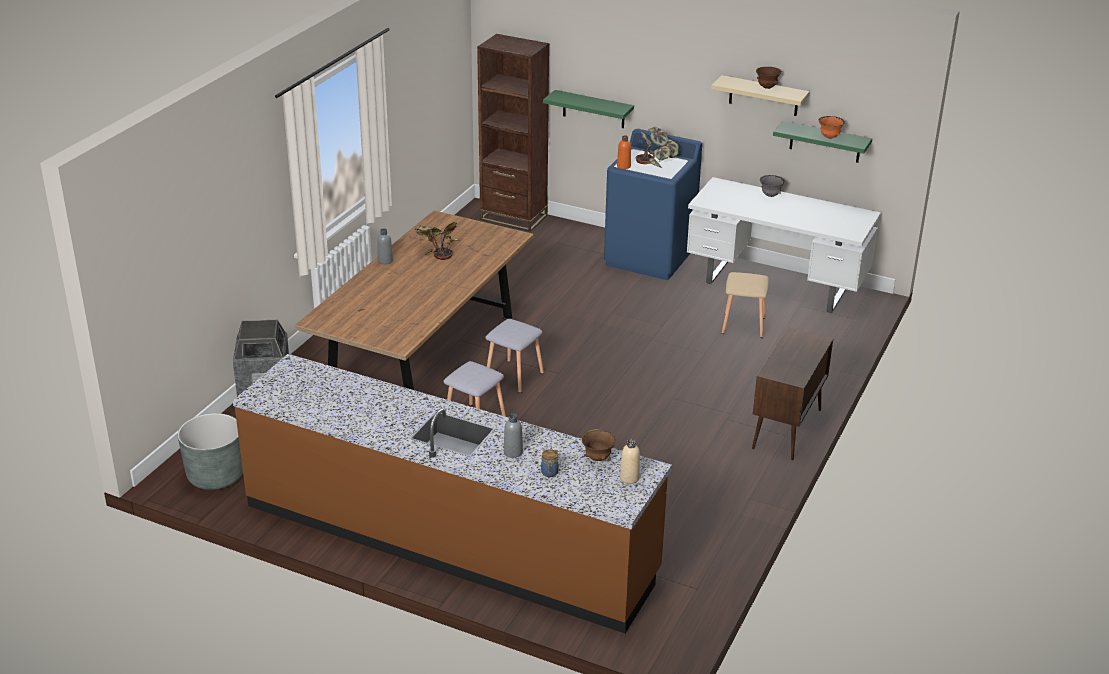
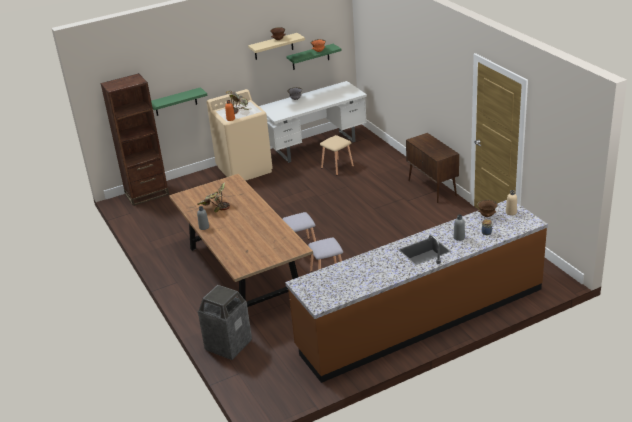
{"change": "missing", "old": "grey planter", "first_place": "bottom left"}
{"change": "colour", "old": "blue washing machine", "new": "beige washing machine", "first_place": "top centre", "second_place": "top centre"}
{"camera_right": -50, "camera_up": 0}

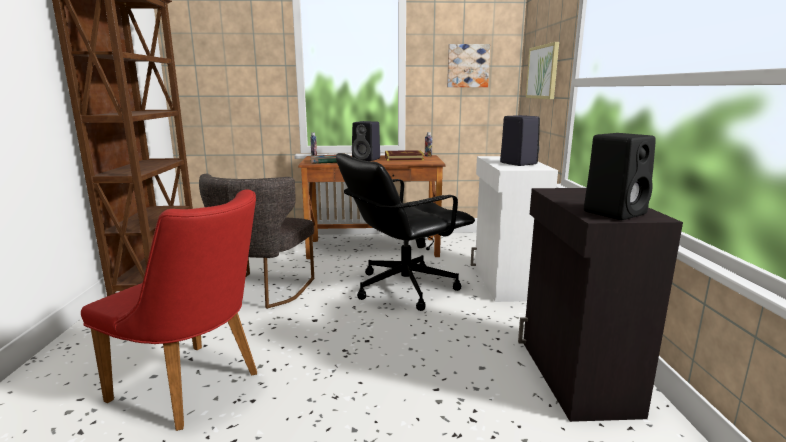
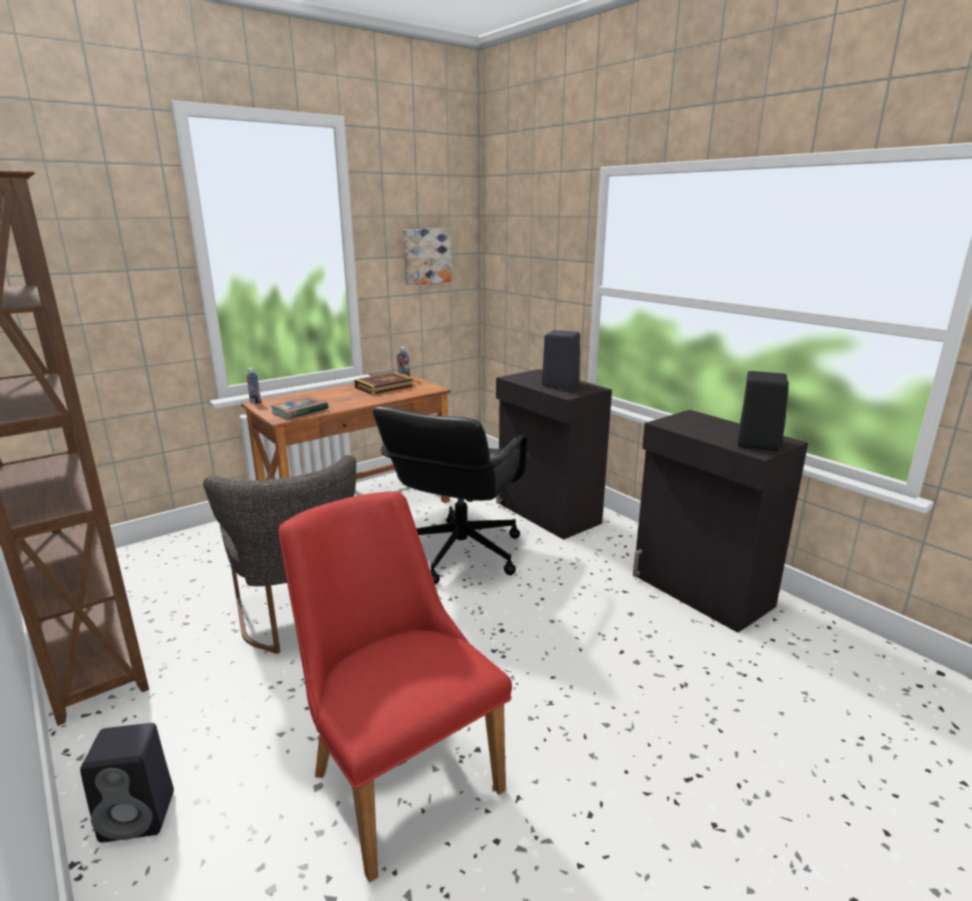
{"change": "missing", "old": "picture (no. 2 from left)", "first_place": "top right"}
{"change": "relocated", "old": "black speaker (no. 1 from left)", "first_place": "top centre", "second_place": "bottom left"}
{"change": "colour", "old": "white cabinet", "new": "black cabinet (no. 1 from left)", "first_place": "centre", "second_place": "centre"}
{"change": "spun", "old": "red chair", "first_place": "bottom left", "second_place": "bottom centre", "degrees": -120}
{"camera_right": -35, "camera_up": 5}

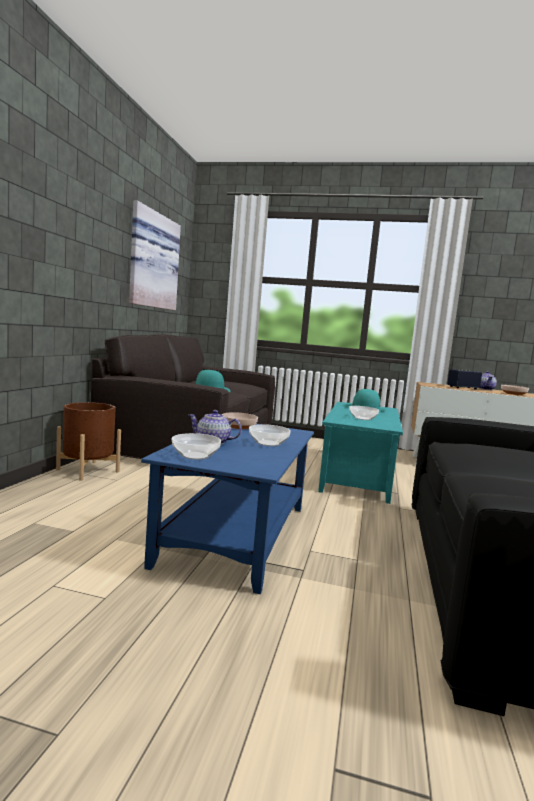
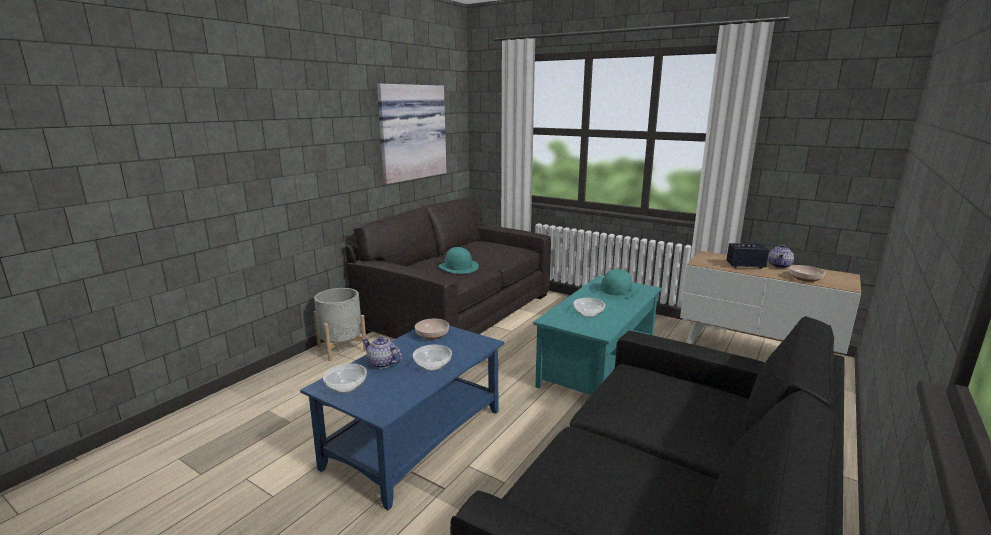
{"change": "colour", "old": "brown planter", "new": "grey planter", "first_place": "middle left", "second_place": "centre"}
{"camera_right": 20, "camera_up": 10}

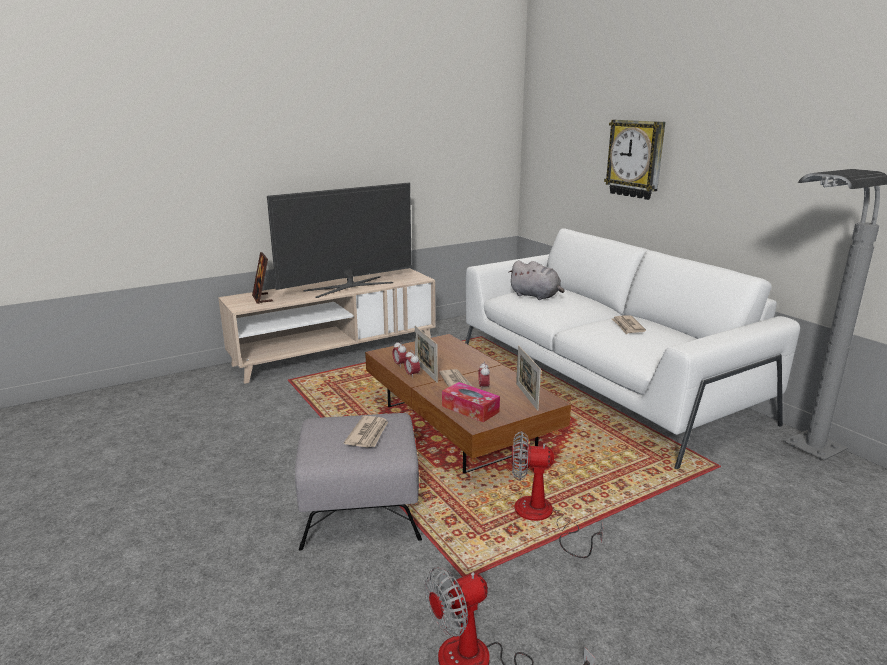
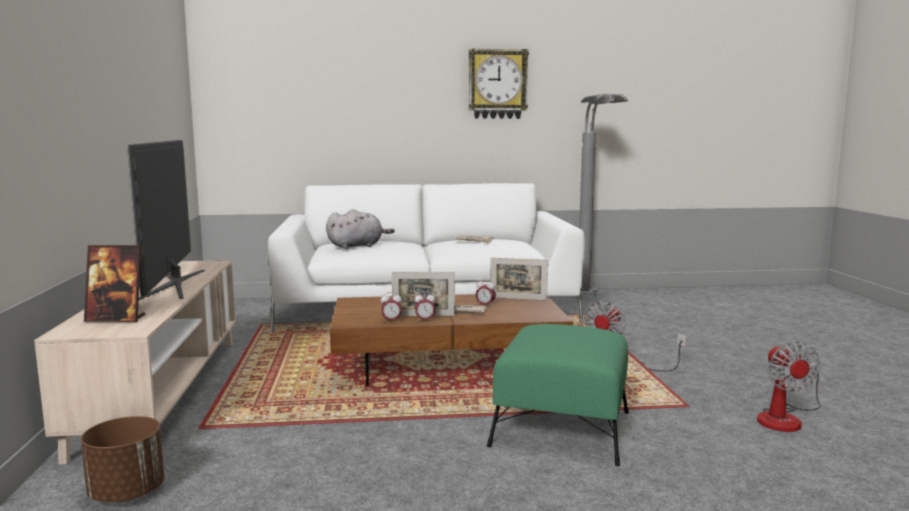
{"change": "missing", "old": "newspaper (no. 1 from left)", "first_place": "centre"}
{"change": "missing", "old": "tissue box", "first_place": "centre"}
{"change": "appeared", "new": "brown planter", "second_place": "bottom left"}
{"change": "relocated", "old": "wall clock", "first_place": "top right", "second_place": "top centre"}
{"change": "colour", "old": "grey ottoman", "new": "green ottoman", "first_place": "bottom centre", "second_place": "bottom centre"}
{"camera_right": -65, "camera_up": -10}

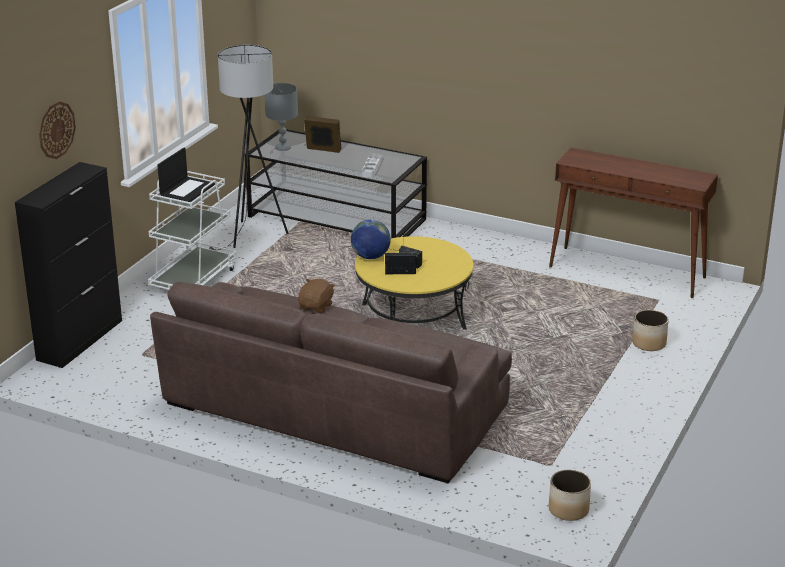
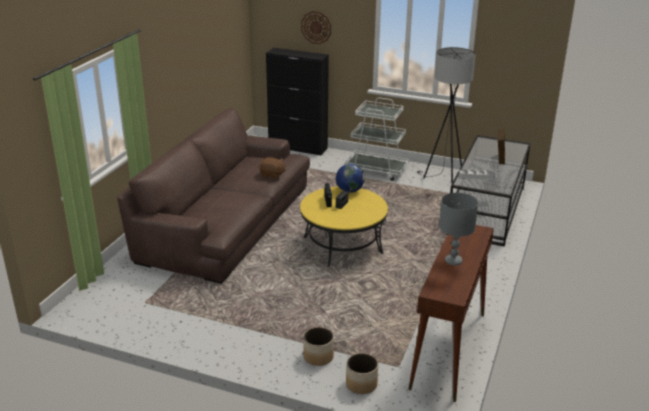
{"change": "missing", "old": "laptop", "first_place": "top left"}
{"change": "relocated", "old": "grey table lamp", "first_place": "top centre", "second_place": "middle right"}
{"change": "relocated", "old": "planter (no. 1 from left in the first image)", "new": "planter (no. 2 from left)", "first_place": "bottom right", "second_place": "bottom centre"}
{"camera_right": 85, "camera_up": 0}

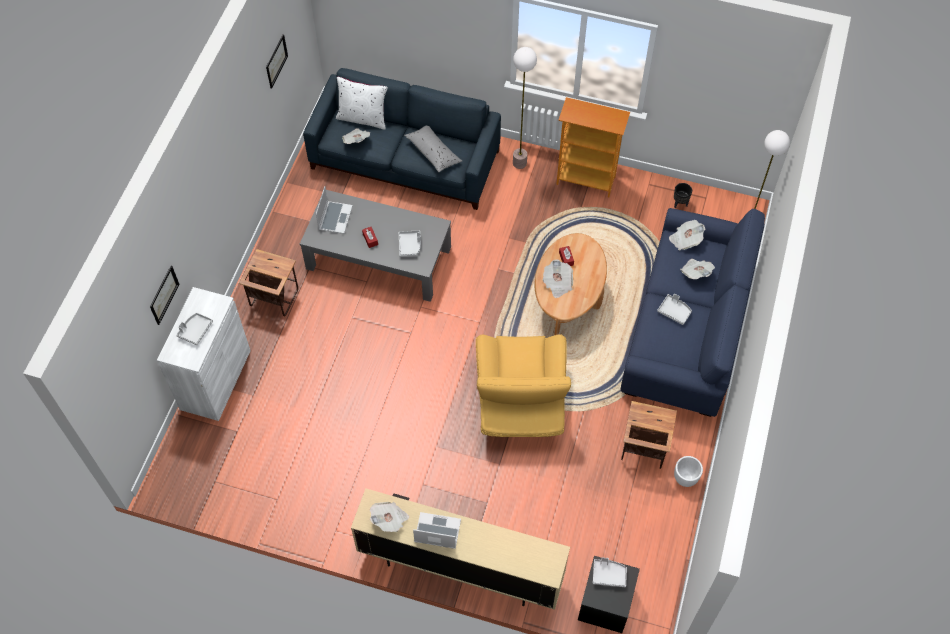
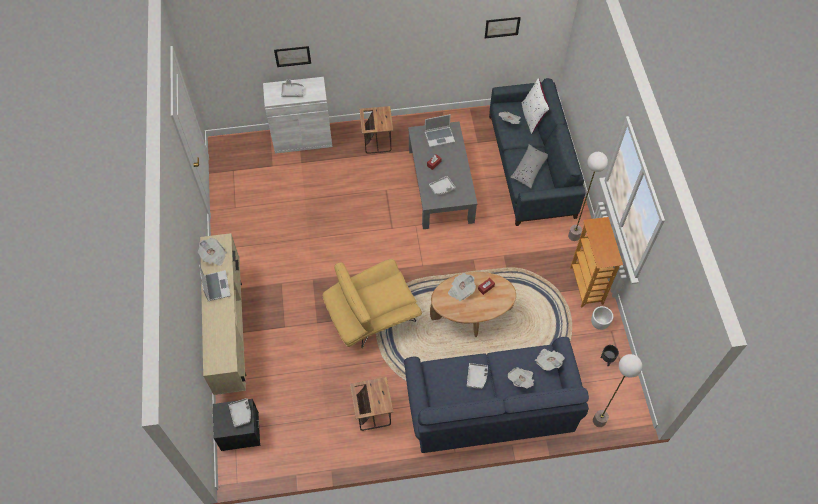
{"change": "relocated", "old": "white planter", "first_place": "bottom right", "second_place": "middle right"}
{"camera_right": 65, "camera_up": 0}

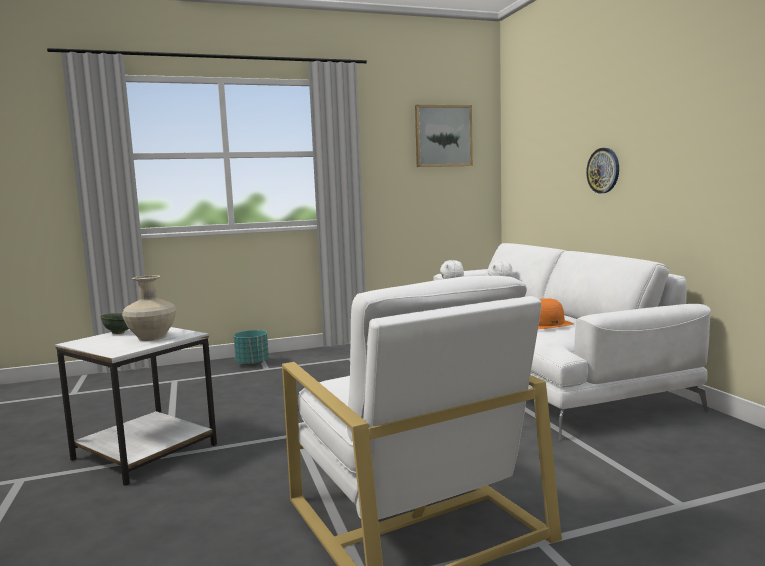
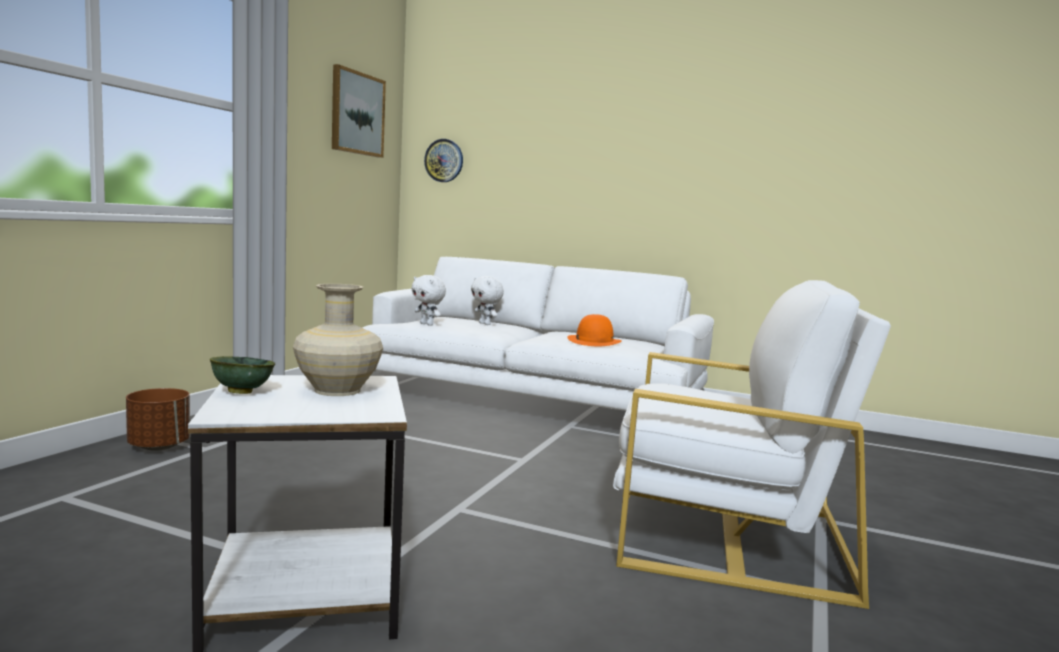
{"change": "relocated", "old": "wall clock", "first_place": "top right", "second_place": "top centre"}
{"change": "colour", "old": "turquoise planter", "new": "brown planter", "first_place": "middle left", "second_place": "middle left"}
{"camera_right": -50, "camera_up": 0}

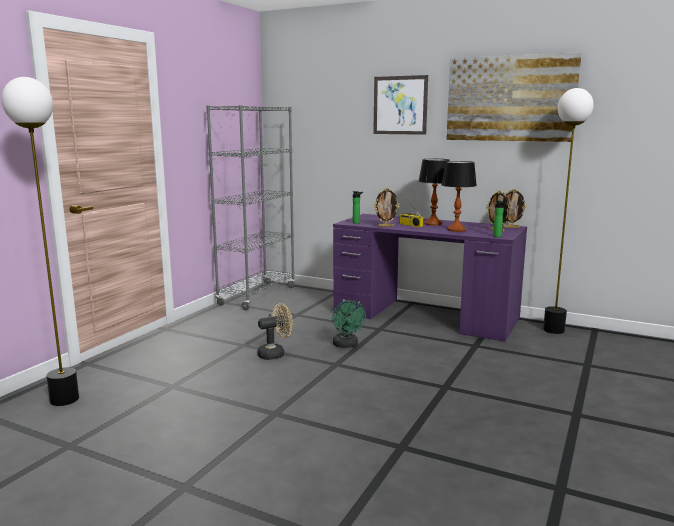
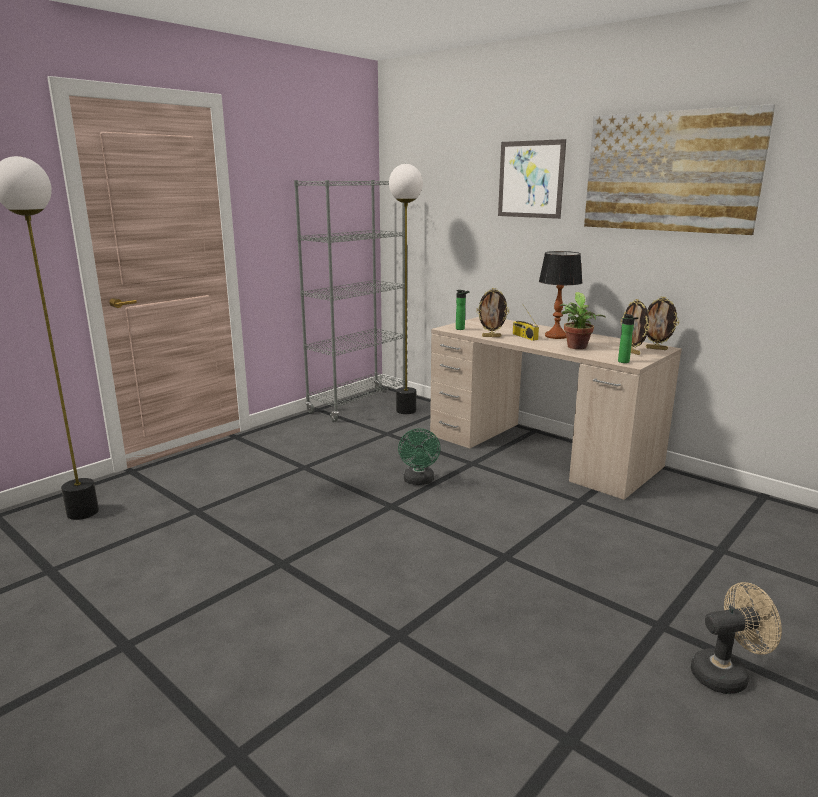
{"change": "relocated", "old": "beige fan", "first_place": "centre", "second_place": "bottom right"}
{"change": "relocated", "old": "floor lamp (no. 2 from left)", "first_place": "middle right", "second_place": "centre"}
{"change": "exchanged", "old": "table lamp (no. 2 from left)", "new": "potted plant", "first_place": "middle right", "second_place": "middle right"}
{"change": "colour", "old": "purple desk", "new": "beige desk", "first_place": "centre", "second_place": "middle right"}
{"camera_right": 15, "camera_up": 5}

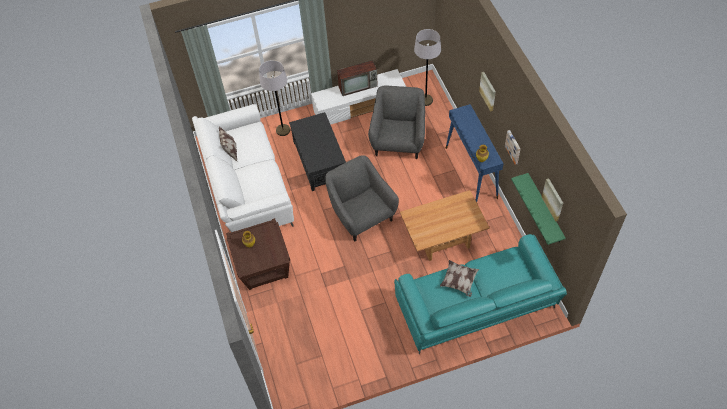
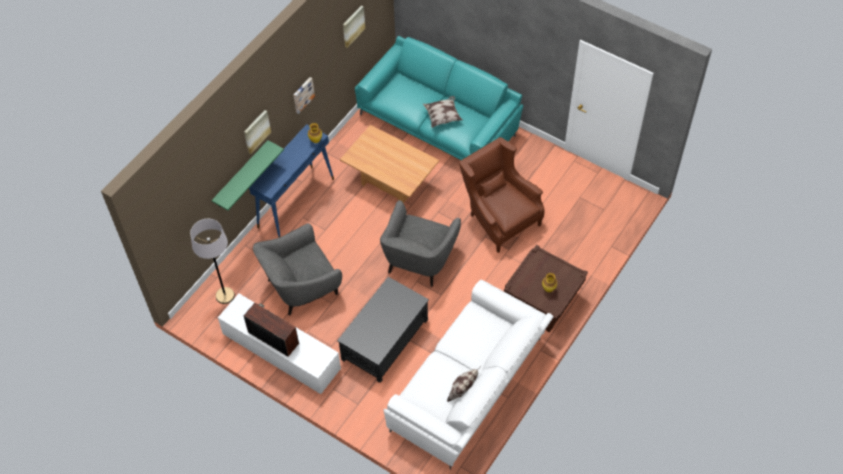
{"change": "missing", "old": "grey floor lamp (no. 1 from left)", "first_place": "top centre"}
{"change": "appeared", "new": "brown armchair", "second_place": "centre"}
{"change": "relocated", "old": "green shelf", "first_place": "middle right", "second_place": "middle left"}
{"camera_right": -130, "camera_up": 0}

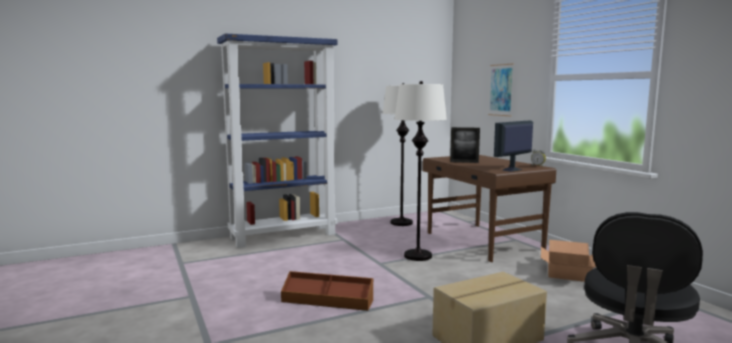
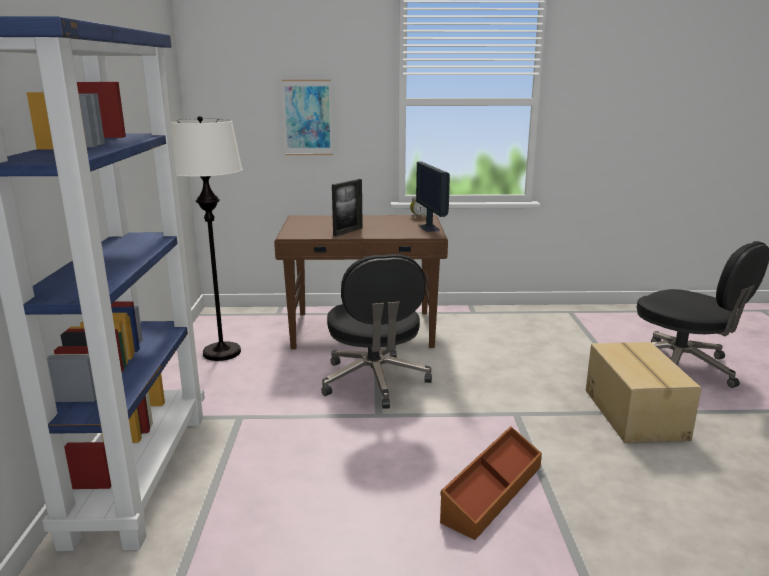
{"change": "missing", "old": "cardboard box (no. 2 from left)", "first_place": "bottom right"}
{"change": "exchanged", "old": "white floor lamp (no. 2 from left)", "new": "black office chair (no. 1 from left)", "first_place": "centre", "second_place": "centre"}
{"camera_right": -65, "camera_up": 10}

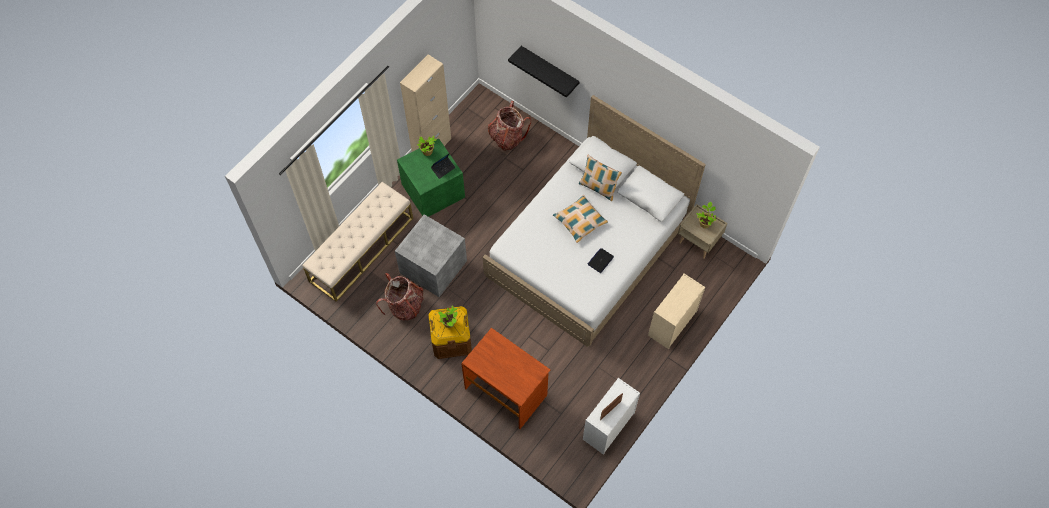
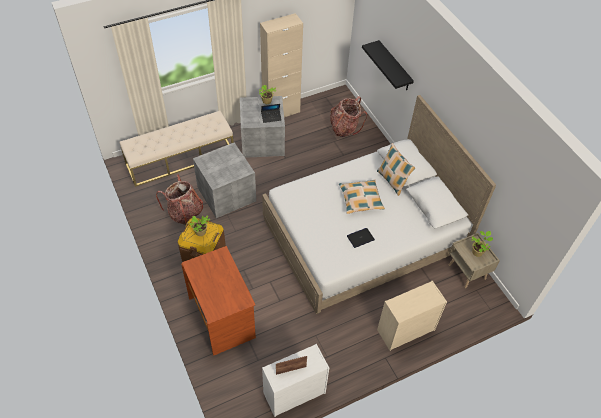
{"change": "colour", "old": "green storage box", "new": "grey storage box (no. 2 from left)", "first_place": "centre", "second_place": "top centre"}
{"camera_right": 25, "camera_up": -10}

